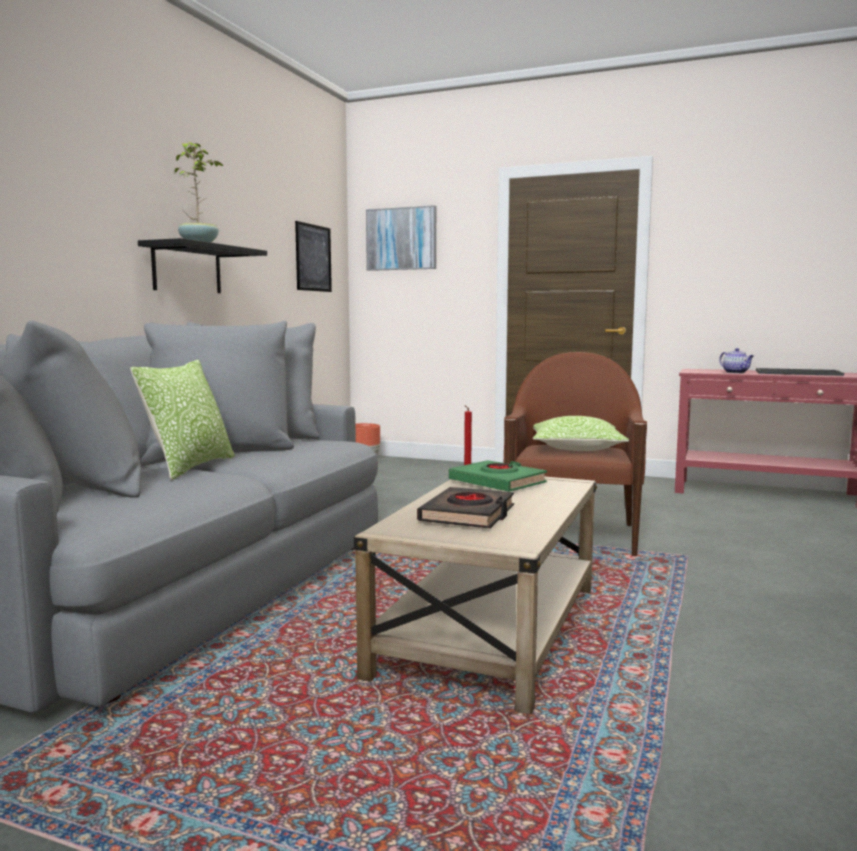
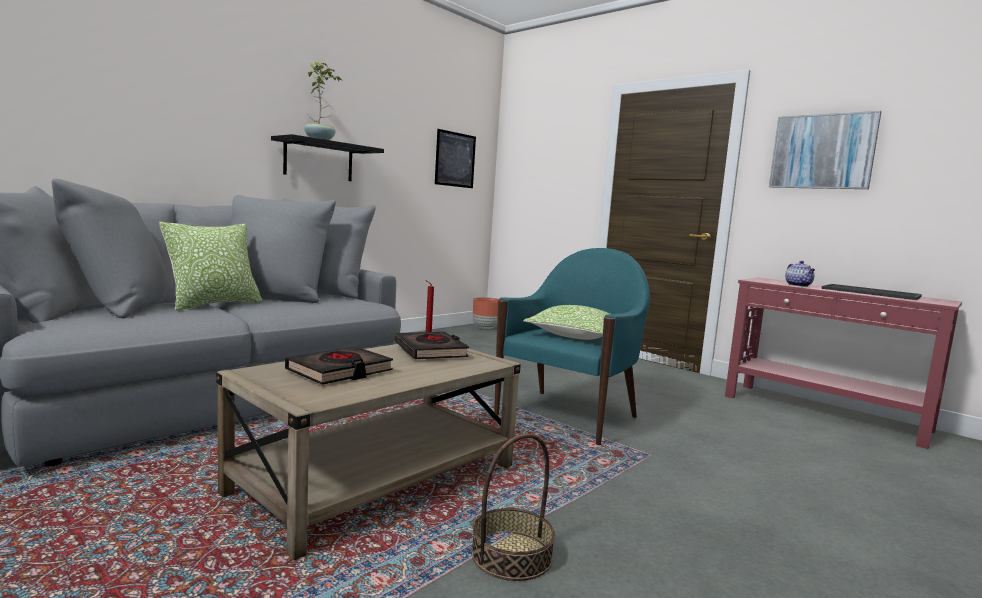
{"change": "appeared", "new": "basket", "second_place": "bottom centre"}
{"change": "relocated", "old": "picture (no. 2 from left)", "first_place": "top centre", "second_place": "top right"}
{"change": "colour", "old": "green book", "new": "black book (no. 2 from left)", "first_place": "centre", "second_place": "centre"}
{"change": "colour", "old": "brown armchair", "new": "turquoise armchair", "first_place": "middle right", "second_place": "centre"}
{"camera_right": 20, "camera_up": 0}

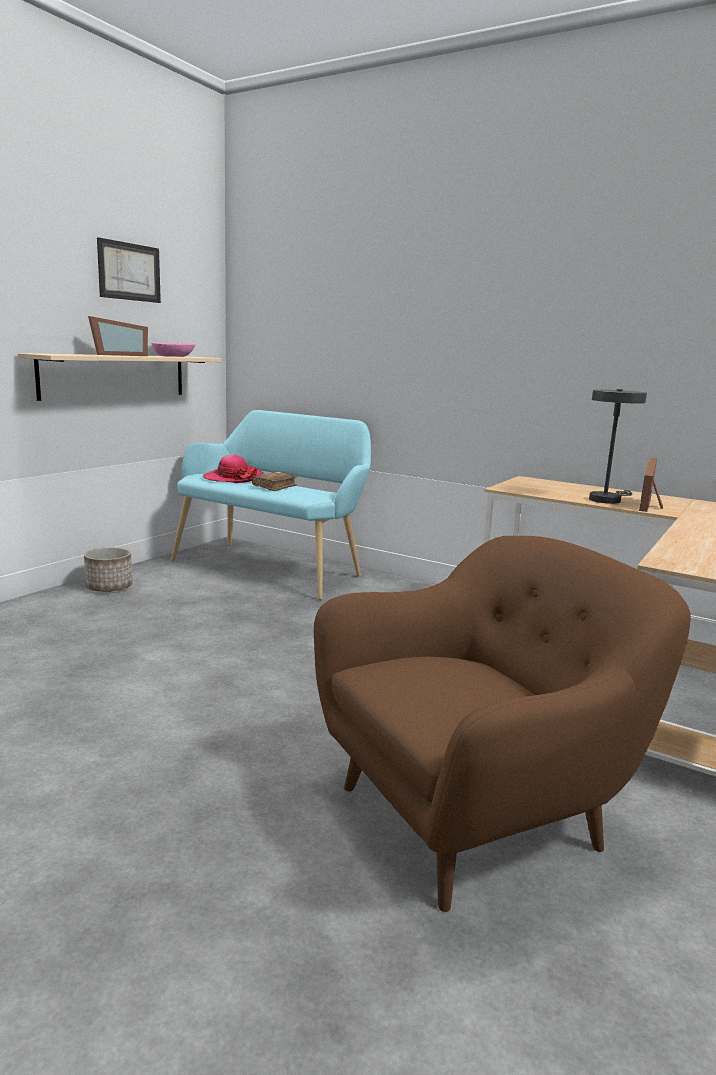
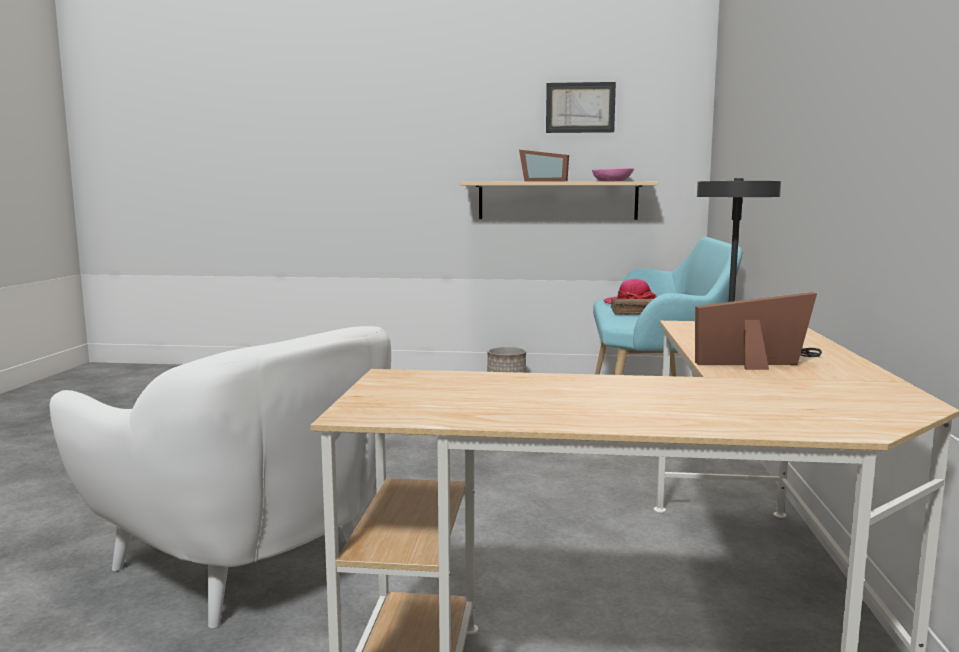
{"change": "colour", "old": "brown armchair", "new": "white armchair", "first_place": "bottom right", "second_place": "bottom left"}
{"camera_right": 65, "camera_up": -5}

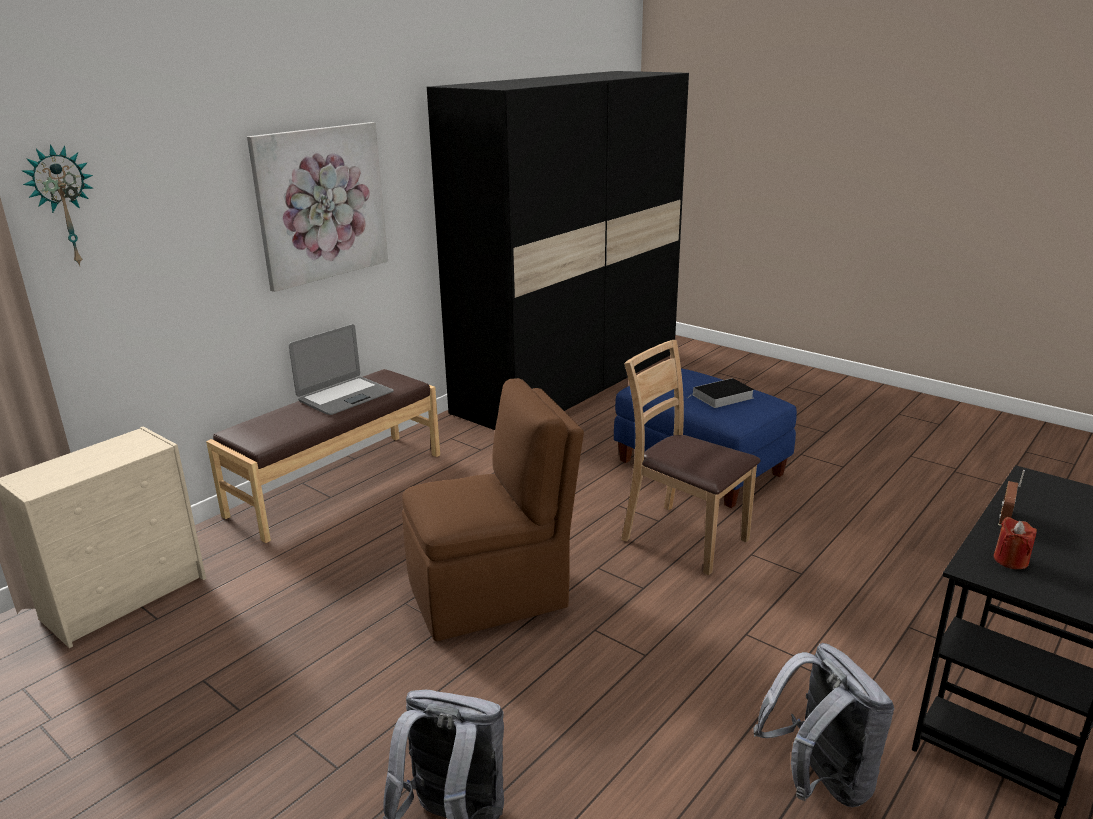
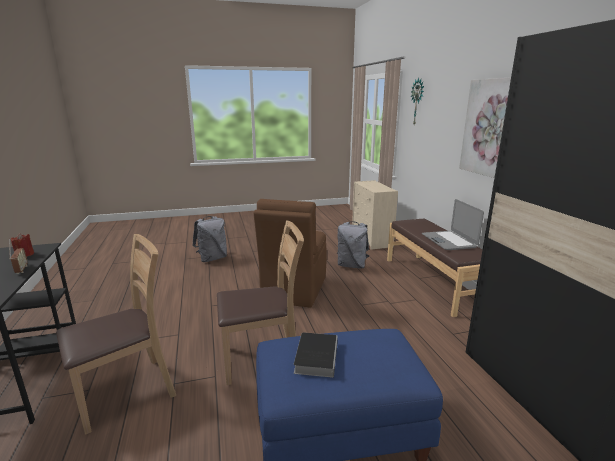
{"change": "appeared", "new": "brown chair (no. 1 from left)", "second_place": "bottom left"}
{"change": "relocated", "old": "grey backpack (no. 2 from left)", "first_place": "bottom right", "second_place": "centre"}
{"camera_right": 125, "camera_up": -5}

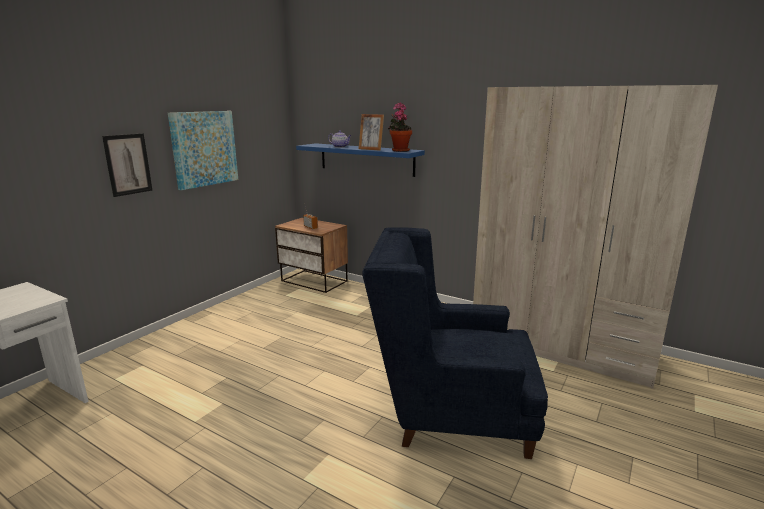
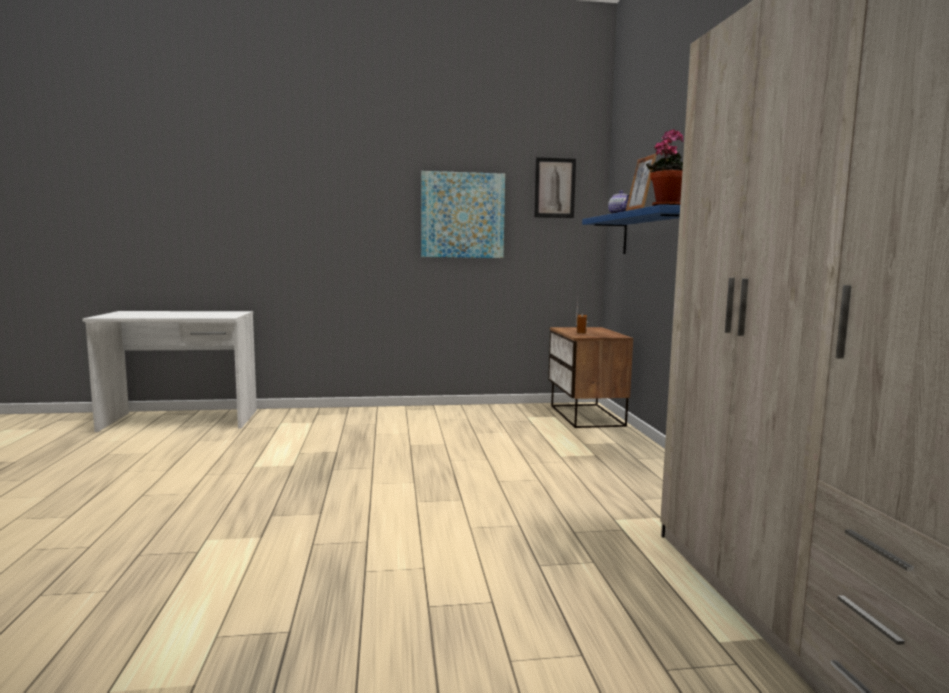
{"change": "missing", "old": "blue armchair", "first_place": "bottom centre"}
{"change": "relocated", "old": "picture (no. 1 from left in the first image)", "new": "picture (no. 2 from left)", "first_place": "top left", "second_place": "top centre"}
{"camera_right": 50, "camera_up": -10}

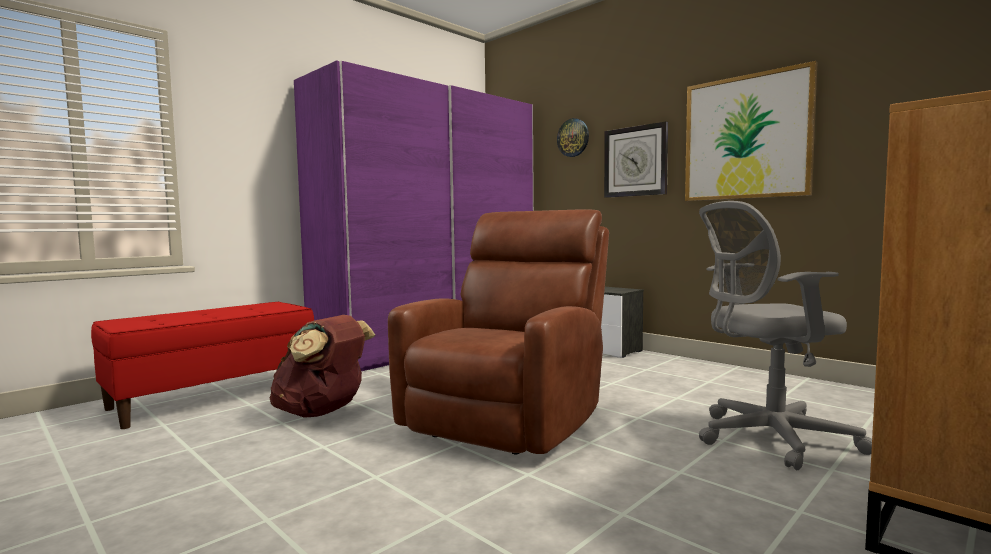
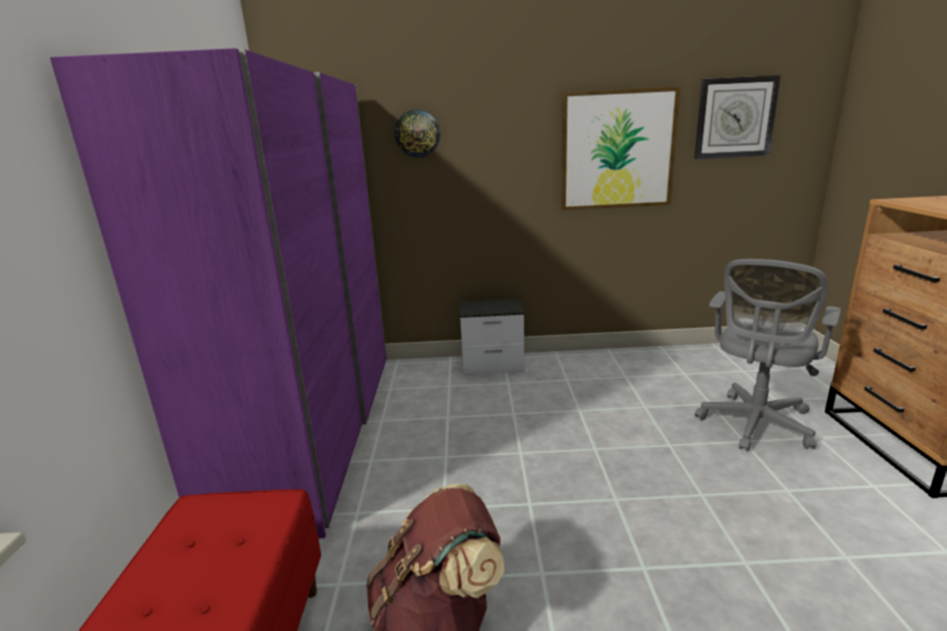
{"change": "missing", "old": "brown armchair", "first_place": "centre"}
{"change": "relocated", "old": "wall clock (no. 2 from left)", "first_place": "top centre", "second_place": "top right"}
{"camera_right": -45, "camera_up": 15}

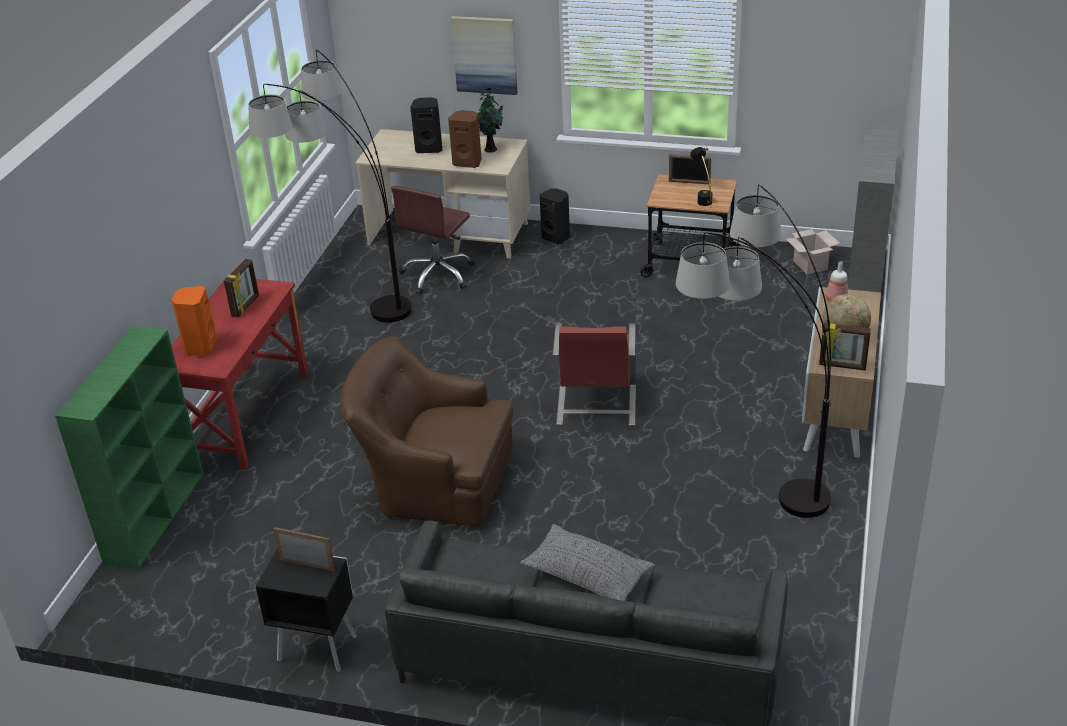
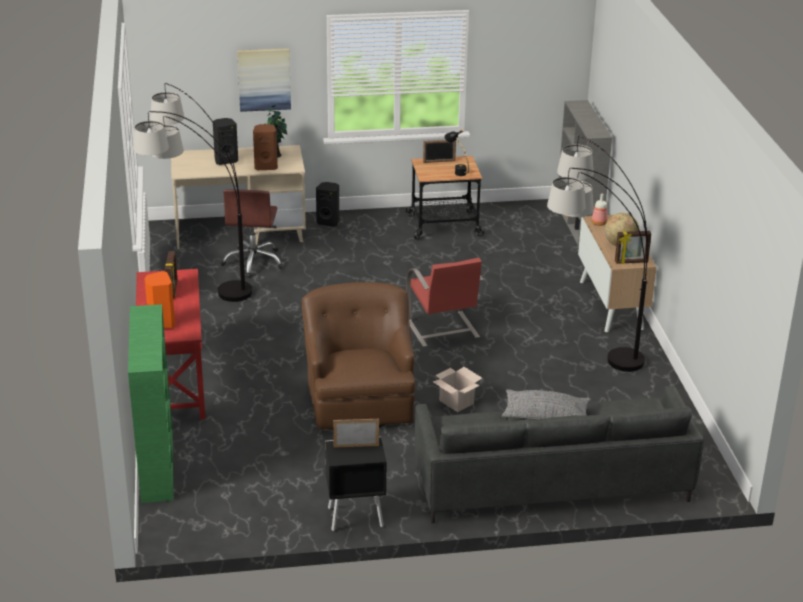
{"change": "relocated", "old": "cardboard box", "first_place": "middle right", "second_place": "centre"}
{"change": "spun", "old": "brown armchair", "first_place": "centre", "second_place": "centre", "degrees": 90}
{"camera_right": -25, "camera_up": -5}

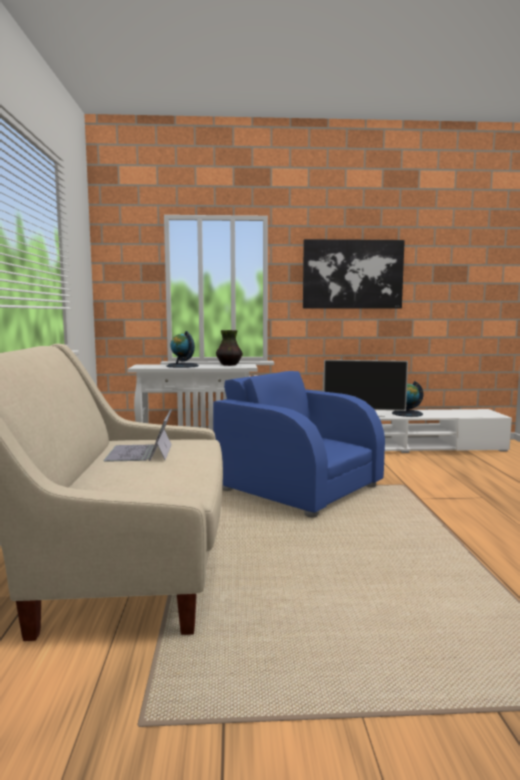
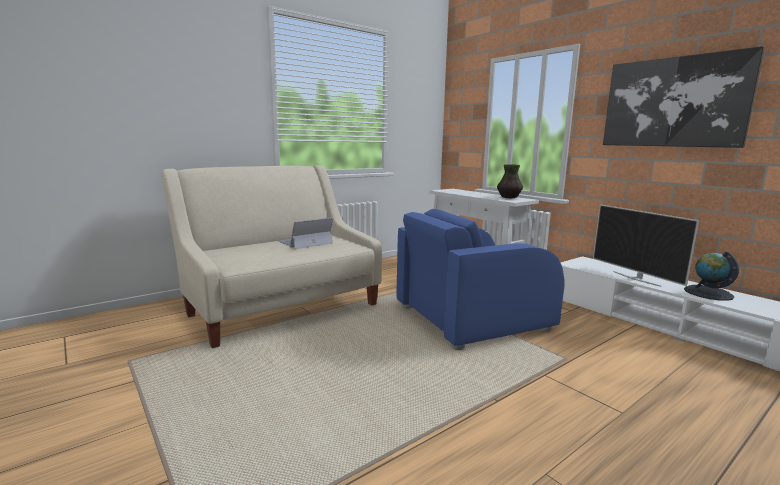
{"change": "missing", "old": "globe (no. 1 from left)", "first_place": "centre"}
{"change": "spun", "old": "blue armchair", "first_place": "centre", "second_place": "centre", "degrees": -120}
{"camera_right": 55, "camera_up": 5}

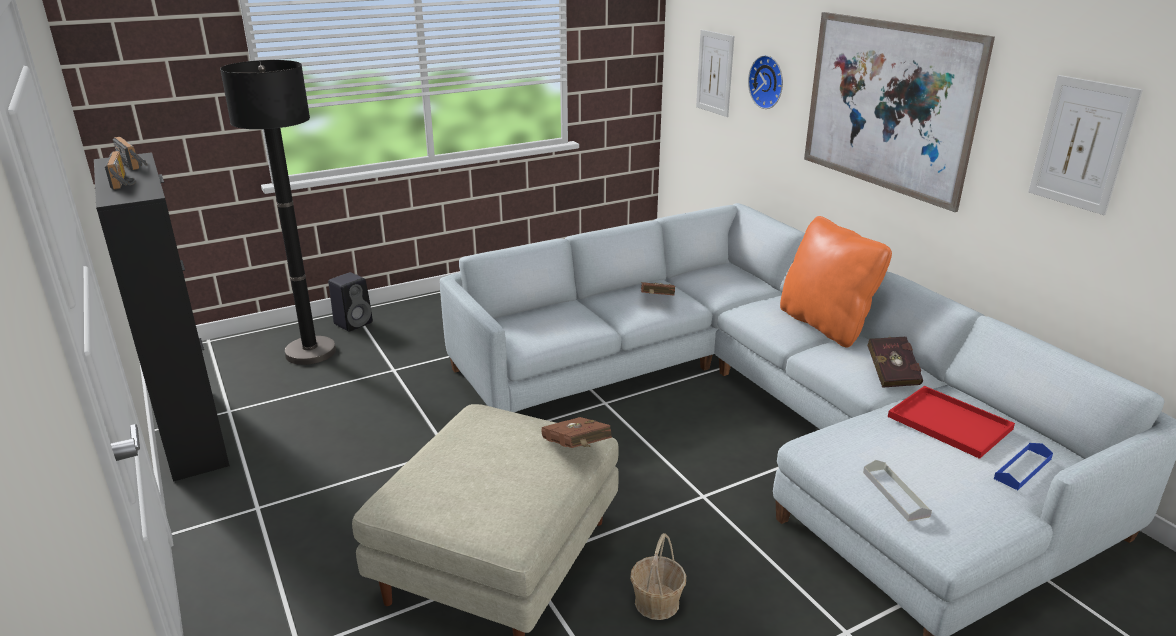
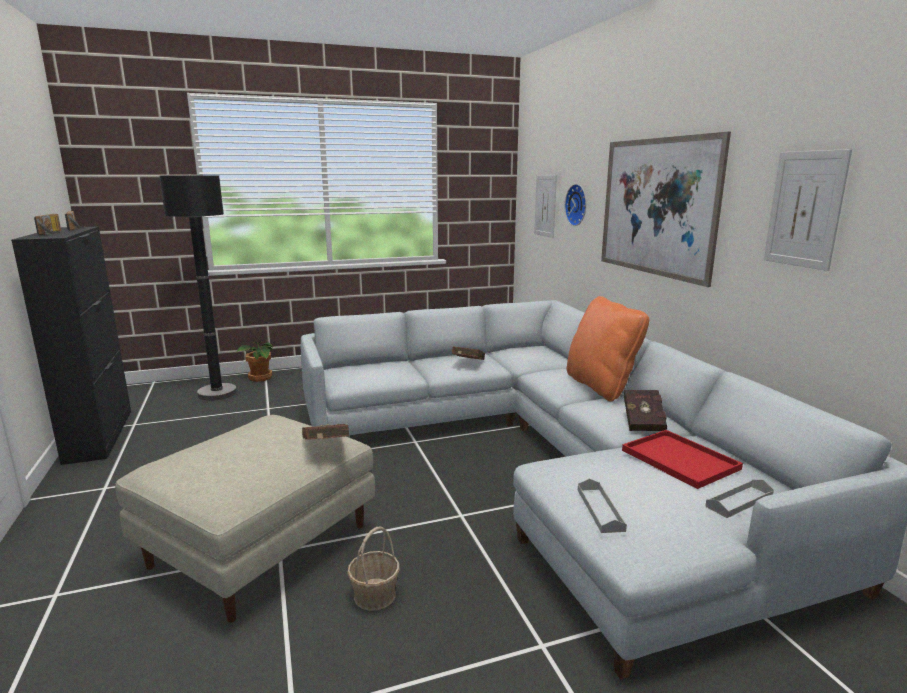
{"change": "exchanged", "old": "black speaker", "new": "potted plant", "first_place": "middle left", "second_place": "middle left"}
{"change": "colour", "old": "blue tray", "new": "grey tray (no. 2 from left)", "first_place": "bottom right", "second_place": "bottom right"}
{"camera_right": 10, "camera_up": -10}

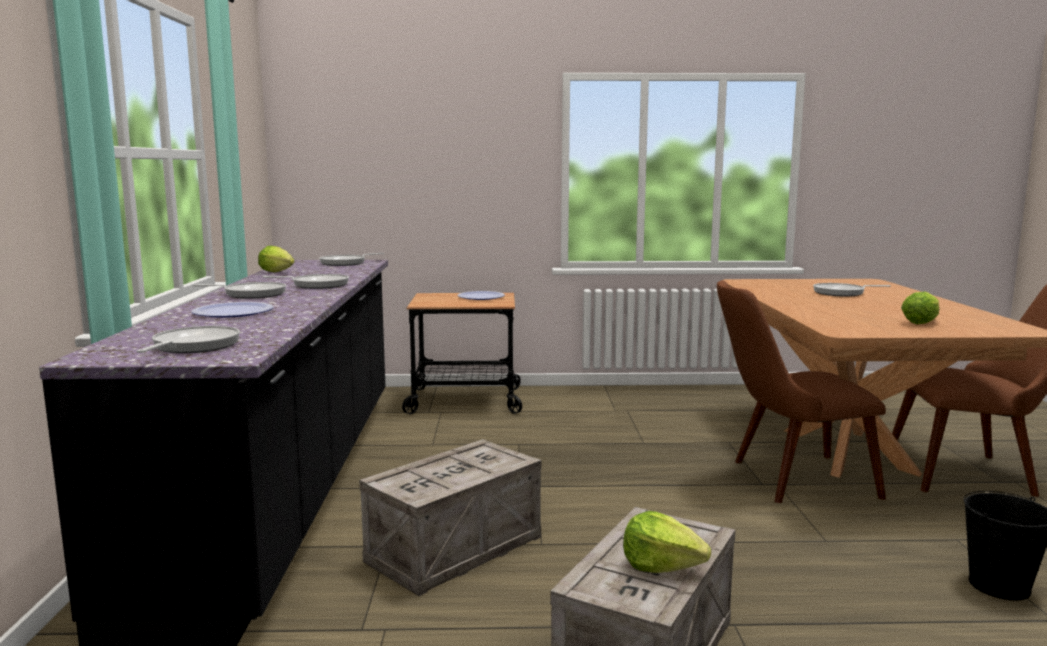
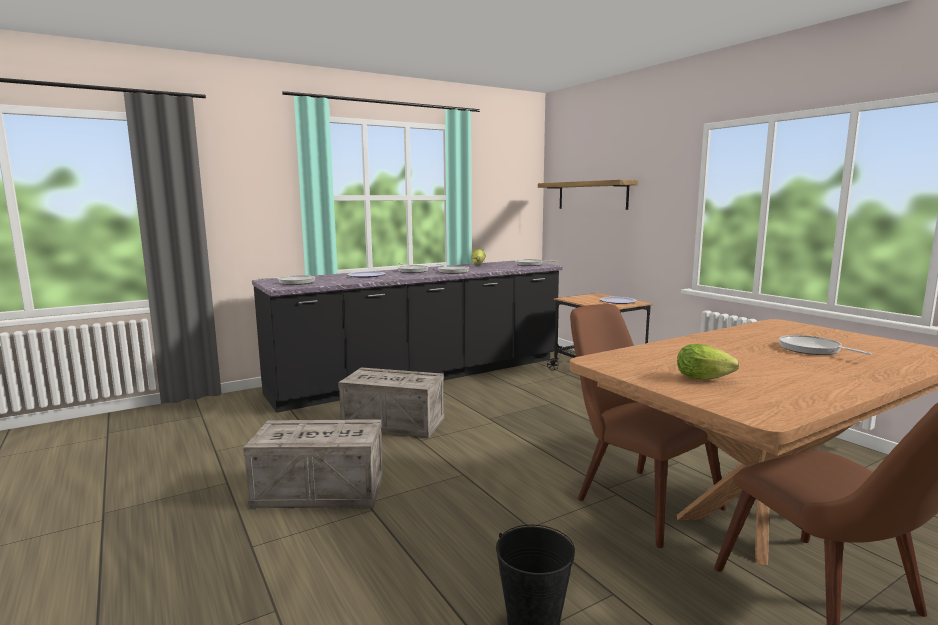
{"change": "missing", "old": "lettuce (no. 2 from left)", "first_place": "bottom centre"}
{"change": "appeared", "new": "shelf", "second_place": "top centre"}
{"camera_right": 60, "camera_up": 0}

